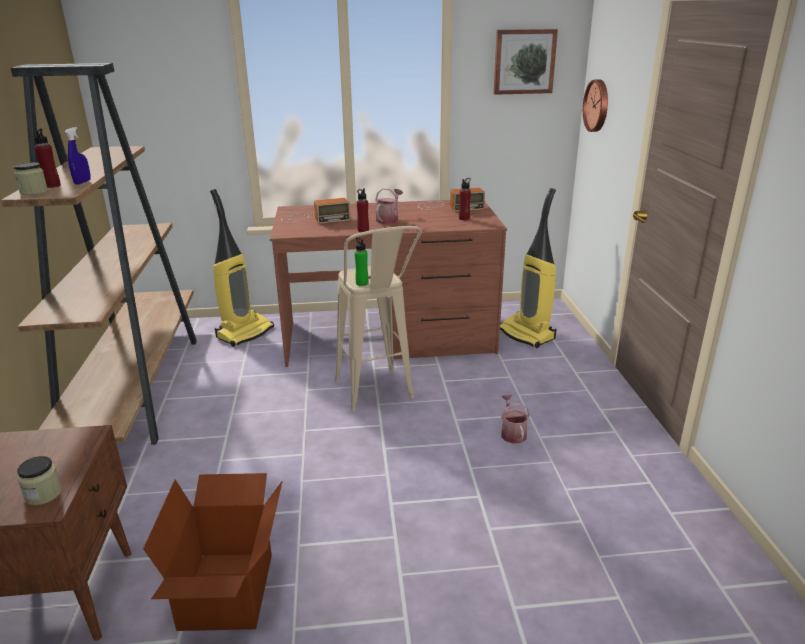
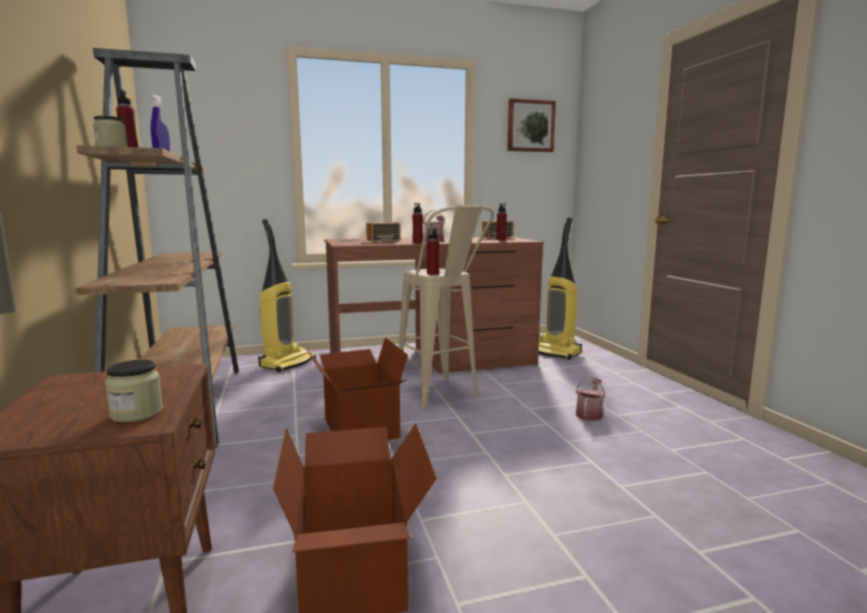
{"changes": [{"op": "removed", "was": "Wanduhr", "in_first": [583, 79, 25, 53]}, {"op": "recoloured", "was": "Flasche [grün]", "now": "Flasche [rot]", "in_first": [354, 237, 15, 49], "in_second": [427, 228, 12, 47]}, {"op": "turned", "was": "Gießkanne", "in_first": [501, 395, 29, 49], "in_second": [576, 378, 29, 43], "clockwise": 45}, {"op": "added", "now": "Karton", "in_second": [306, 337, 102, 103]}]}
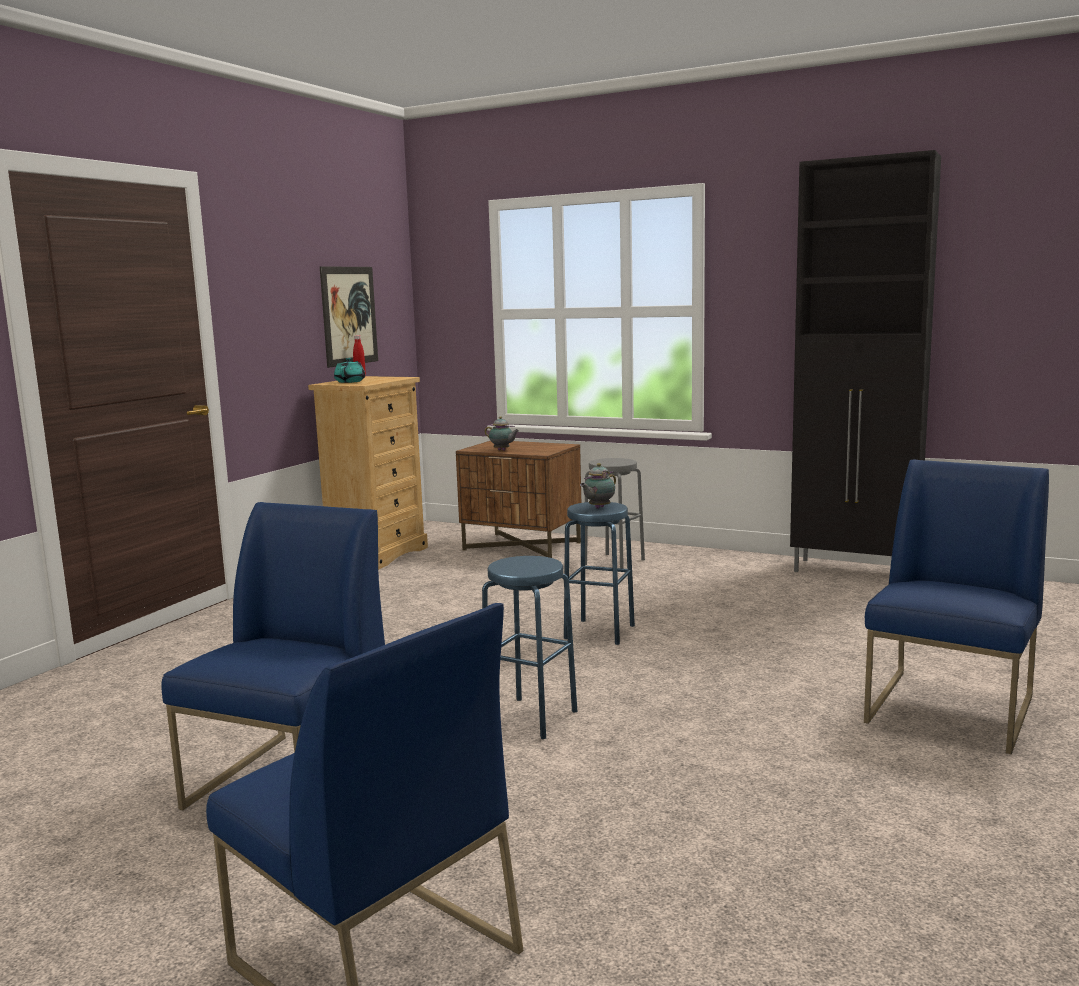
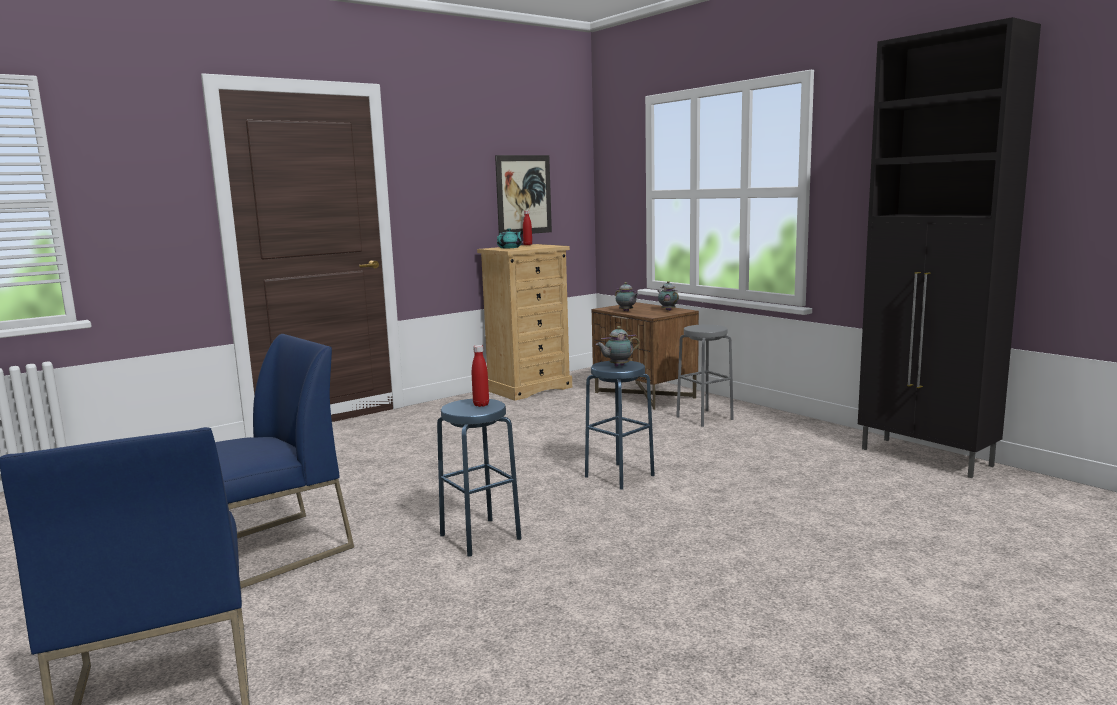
{"changes": [{"op": "removed", "was": "Stuhl [blau]", "in_first": [864, 460, 185, 294]}, {"op": "added", "now": "Teekanne", "in_second": [658, 281, 21, 30]}, {"op": "added", "now": "Flasche [rot]", "in_second": [472, 345, 17, 62]}]}
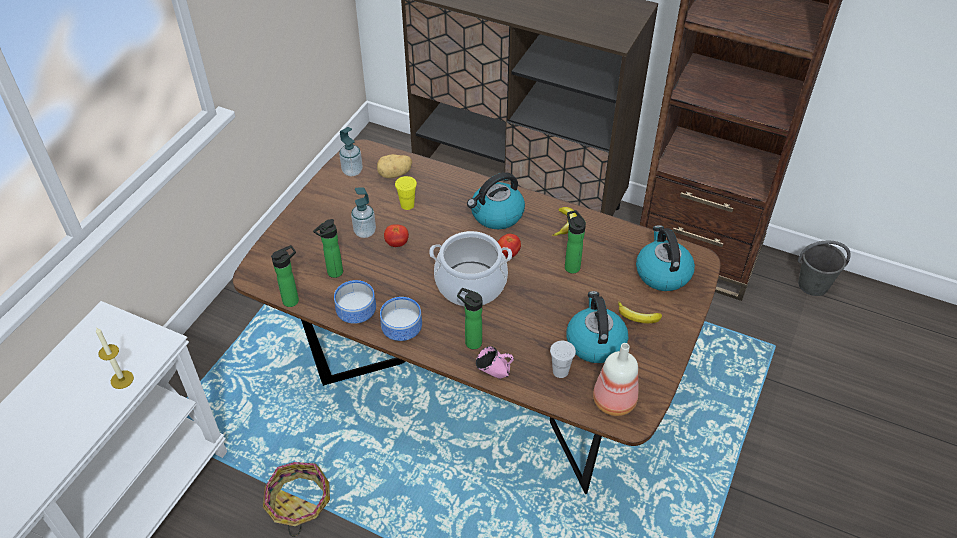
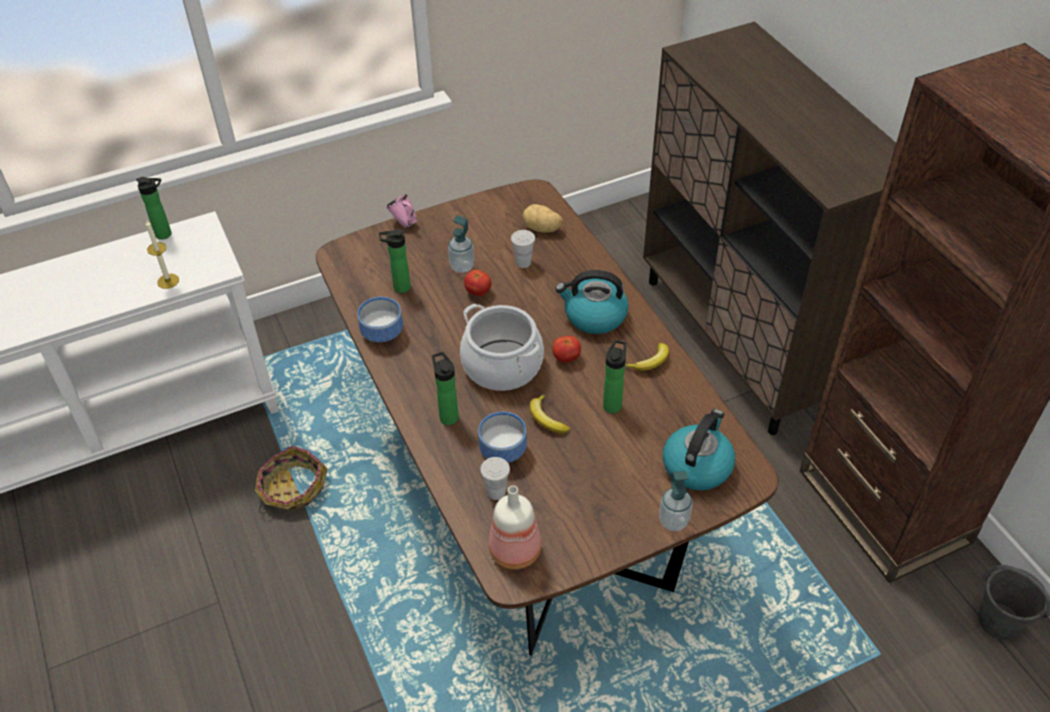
{"changes": [{"op": "moved", "was": "Seifenspender", "in_first": [339, 127, 24, 49], "in_second": [659, 471, 33, 60]}, {"op": "recoloured", "was": "Tasse [gelb]", "now": "Tasse [weiß]", "in_first": [395, 176, 22, 34], "in_second": [511, 230, 24, 38]}, {"op": "moved", "was": "Flasche", "in_first": [271, 245, 28, 62], "in_second": [136, 177, 35, 63]}, {"op": "removed", "was": "Wasserkessel", "in_first": [566, 291, 62, 72]}, {"op": "moved", "was": "Schüssel", "in_first": [380, 297, 42, 44], "in_second": [479, 412, 48, 51]}, {"op": "moved", "was": "Banane", "in_first": [618, 302, 44, 21], "in_second": [529, 394, 41, 39]}, {"op": "moved", "was": "Henkelbecher [rosa]", "in_first": [476, 346, 38, 33], "in_second": [386, 194, 31, 34]}]}
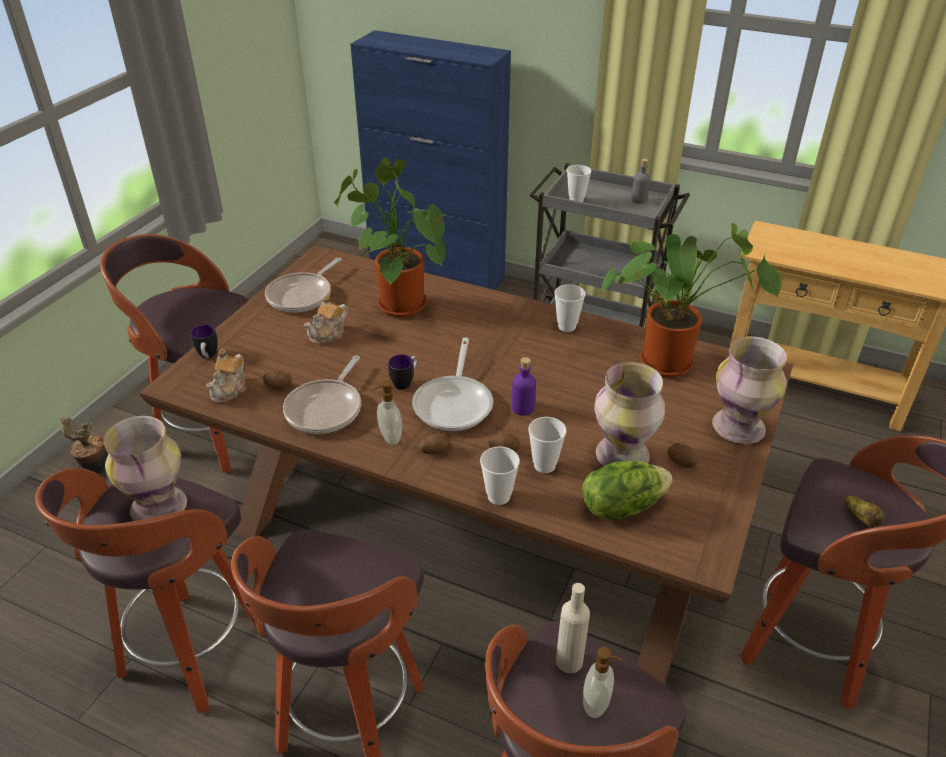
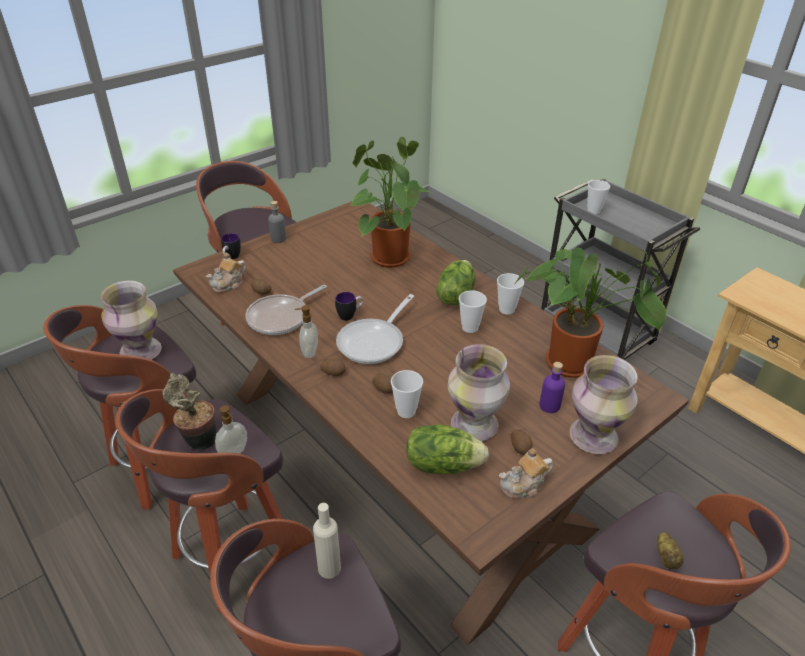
{"changes": [{"op": "removed", "was": "Schrank [blau]", "in_first": [350, 30, 161, 260]}, {"op": "moved", "was": "Flasche [grau]", "in_first": [631, 158, 20, 46], "in_second": [268, 201, 18, 42]}, {"op": "removed", "was": "Pfanne", "in_first": [265, 258, 77, 54]}, {"op": "moved", "was": "Teekanne", "in_first": [304, 296, 44, 49], "in_second": [499, 448, 54, 50]}, {"op": "moved", "was": "Flasche [lila]", "in_first": [512, 357, 24, 59], "in_second": [539, 362, 26, 51]}, {"op": "moved", "was": "Topfpflanze", "in_first": [60, 416, 48, 58], "in_second": [163, 373, 53, 77]}, {"op": "moved", "was": "Tasse", "in_first": [480, 446, 40, 59], "in_second": [459, 290, 28, 43]}, {"op": "moved", "was": "Seifenspender", "in_first": [583, 647, 39, 71], "in_second": [215, 405, 32, 49]}, {"op": "added", "now": "Salatkopf", "in_second": [436, 260, 39, 45]}]}
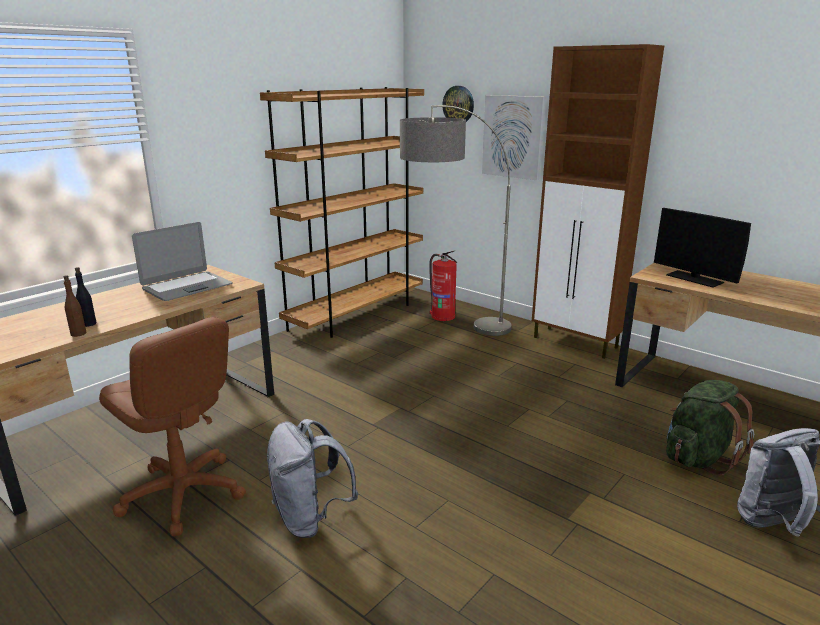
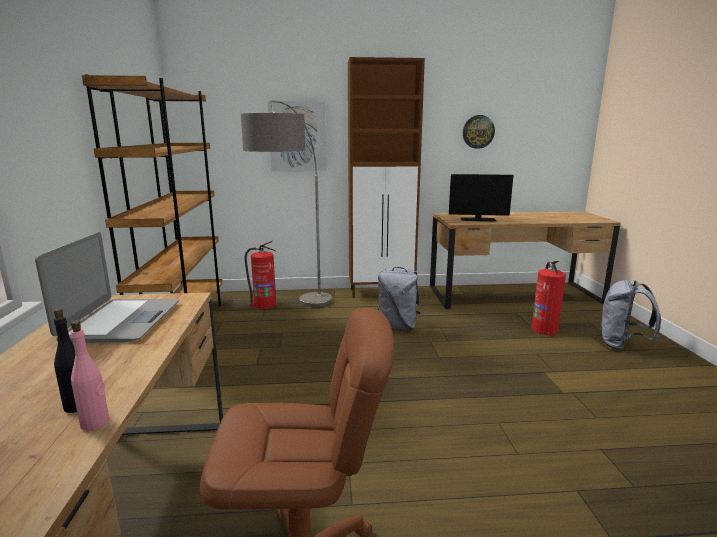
{"changes": [{"op": "moved", "was": "Wanduhr", "in_first": [442, 86, 32, 36], "in_second": [463, 115, 32, 34]}, {"op": "recoloured", "was": "Flasche [braun]", "now": "Flasche [rosa]", "in_first": [63, 275, 23, 62], "in_second": [71, 320, 39, 111]}, {"op": "replaced", "was": "Rucksack [grün]", "now": "Feuerlöscher", "in_first": [666, 380, 88, 96], "in_second": [531, 261, 35, 74]}, {"op": "moved", "was": "Rucksack [grau]", "in_first": [267, 419, 91, 119], "in_second": [378, 267, 43, 63]}]}
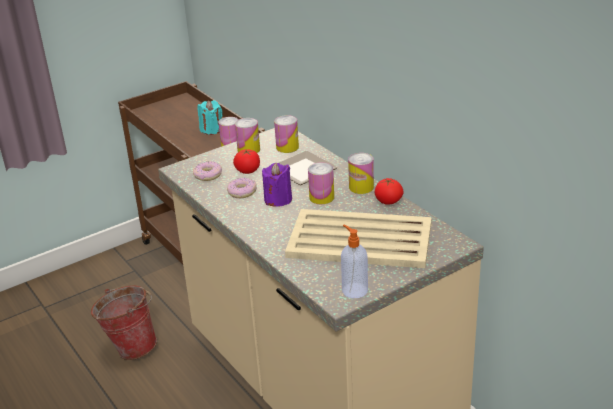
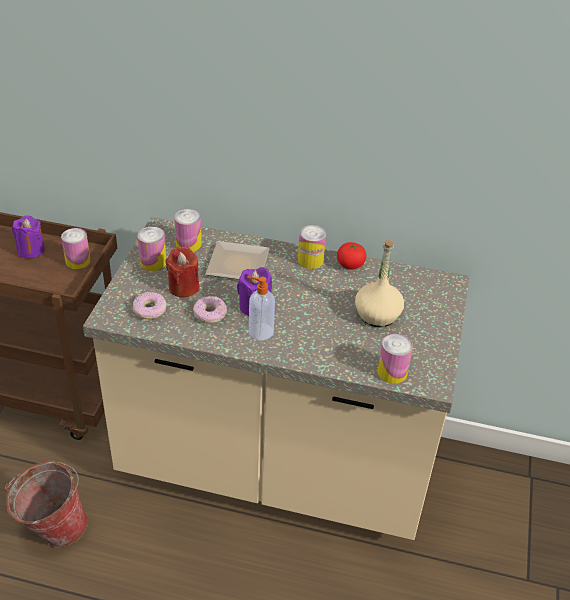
{"changes": [{"op": "recoloured", "was": "Kerze [türkis]", "now": "Kerze [lila]", "in_first": [198, 100, 24, 35], "in_second": [12, 215, 33, 44]}, {"op": "replaced", "was": "Tomate", "now": "Kerze [rot]", "in_first": [233, 149, 27, 25], "in_second": [166, 246, 33, 51]}, {"op": "moved", "was": "Dose", "in_first": [308, 162, 26, 42], "in_second": [378, 334, 35, 50]}, {"op": "replaced", "was": "Tablett [beige]", "now": "Flasche [beige]", "in_first": [285, 209, 147, 59], "in_second": [355, 240, 49, 87]}, {"op": "moved", "was": "Seifenspender", "in_first": [341, 225, 27, 73], "in_second": [247, 276, 28, 64]}]}
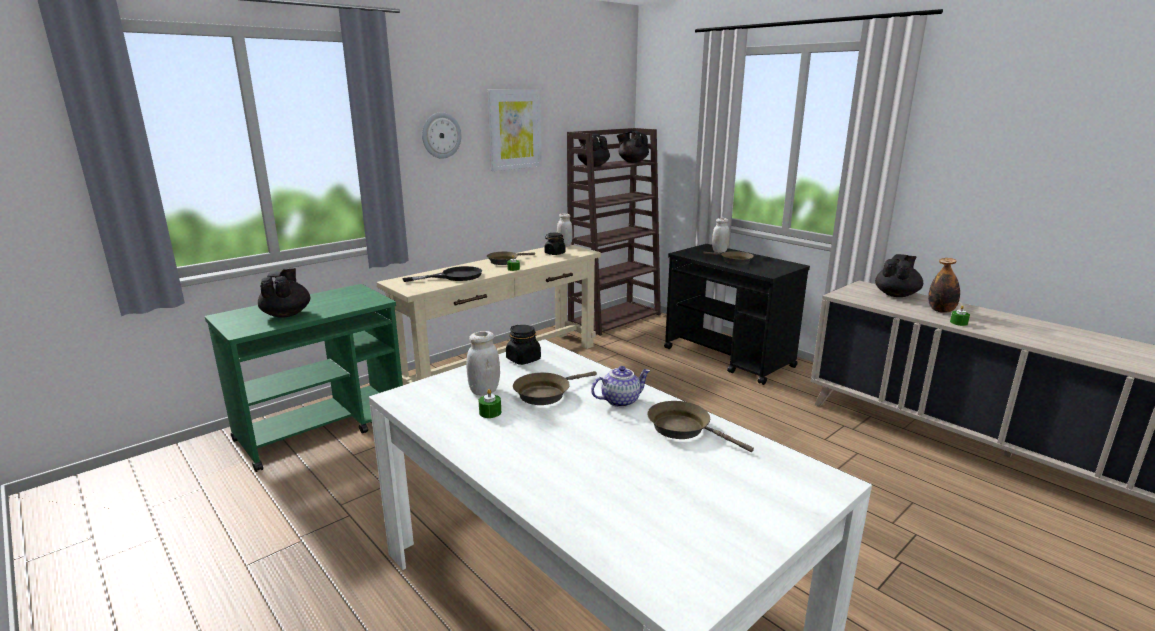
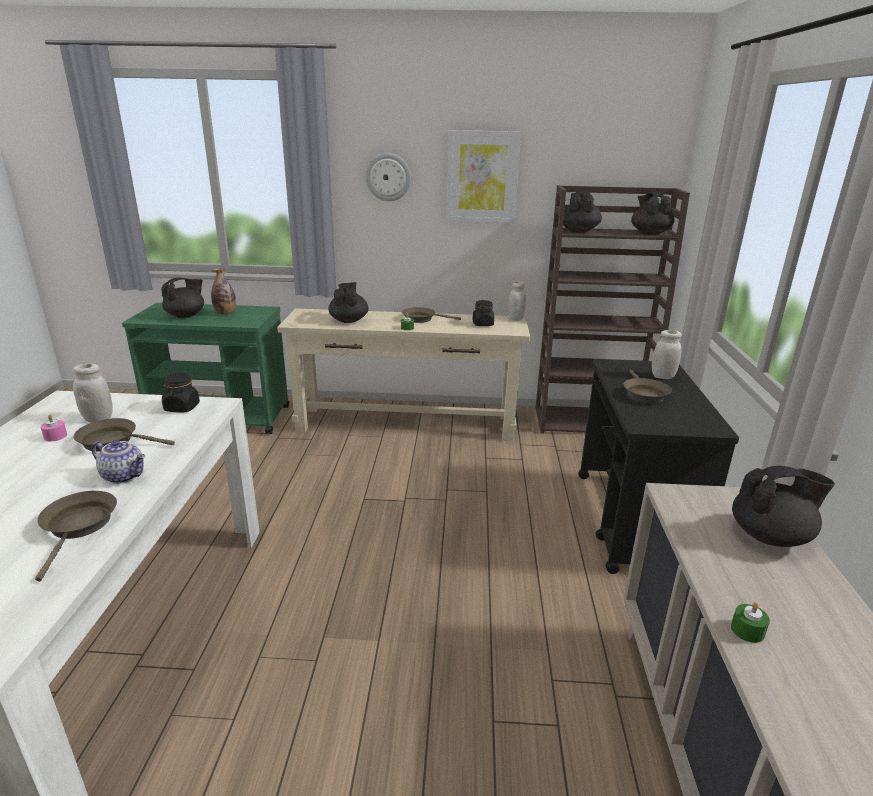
{"changes": [{"op": "moved", "was": "Flasche", "in_first": [928, 258, 32, 55], "in_second": [211, 268, 25, 46]}, {"op": "replaced", "was": "Pfanne [schwarz]", "now": "Teekanne [schwarz]", "in_first": [402, 266, 80, 16], "in_second": [329, 282, 40, 41]}, {"op": "recoloured", "was": "Kerze [grün]", "now": "Kerze [rosa]", "in_first": [479, 389, 22, 29], "in_second": [40, 415, 27, 27]}]}
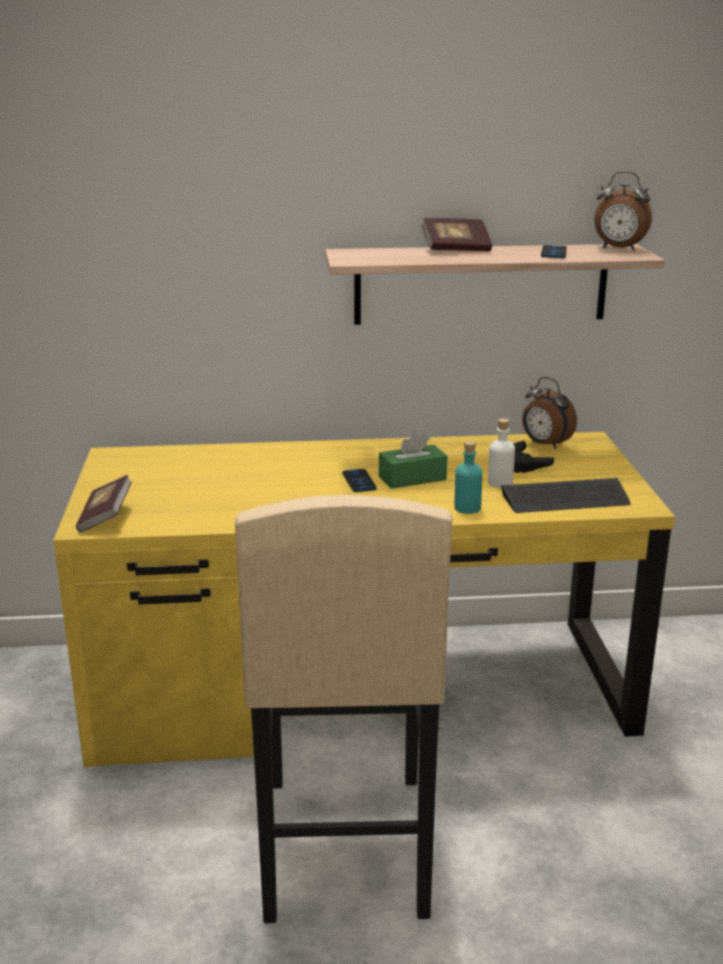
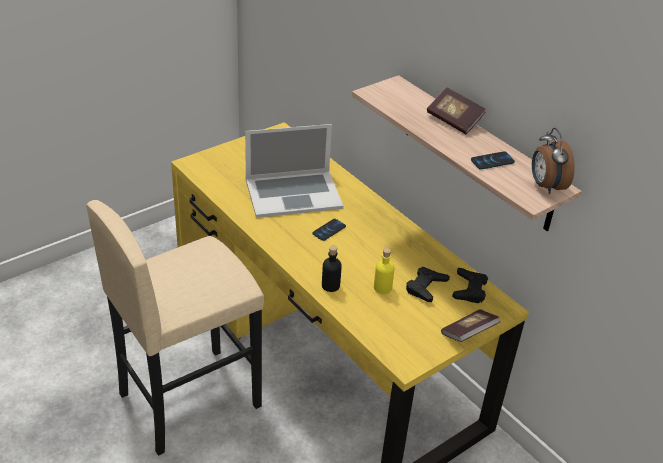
{"changes": [{"op": "replaced", "was": "Wecker", "now": "Gamepad [schwarz]", "in_first": [522, 377, 55, 72], "in_second": [452, 268, 36, 35]}, {"op": "recoloured", "was": "Flasche [weiß]", "now": "Flasche [gelb]", "in_first": [488, 418, 27, 70], "in_second": [374, 248, 21, 46]}, {"op": "removed", "was": "Taschentuchbox [grün]", "in_first": [379, 430, 68, 59]}, {"op": "recoloured", "was": "Flasche [türkis]", "now": "Flasche [schwarz]", "in_first": [454, 441, 28, 73], "in_second": [322, 246, 20, 46]}, {"op": "moved", "was": "Buch", "in_first": [76, 475, 56, 57], "in_second": [441, 309, 59, 33]}, {"op": "removed", "was": "Tastatur", "in_first": [501, 478, 129, 35]}, {"op": "added", "now": "Laptop", "in_second": [245, 124, 98, 94]}]}
